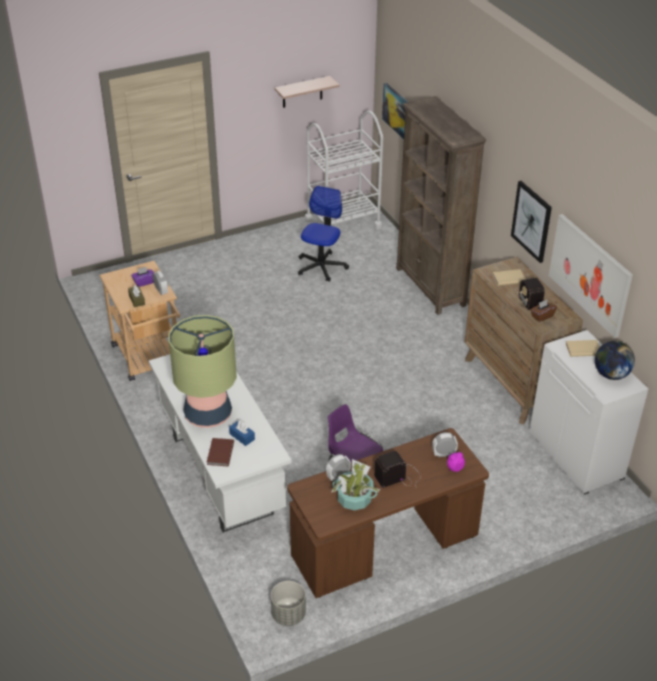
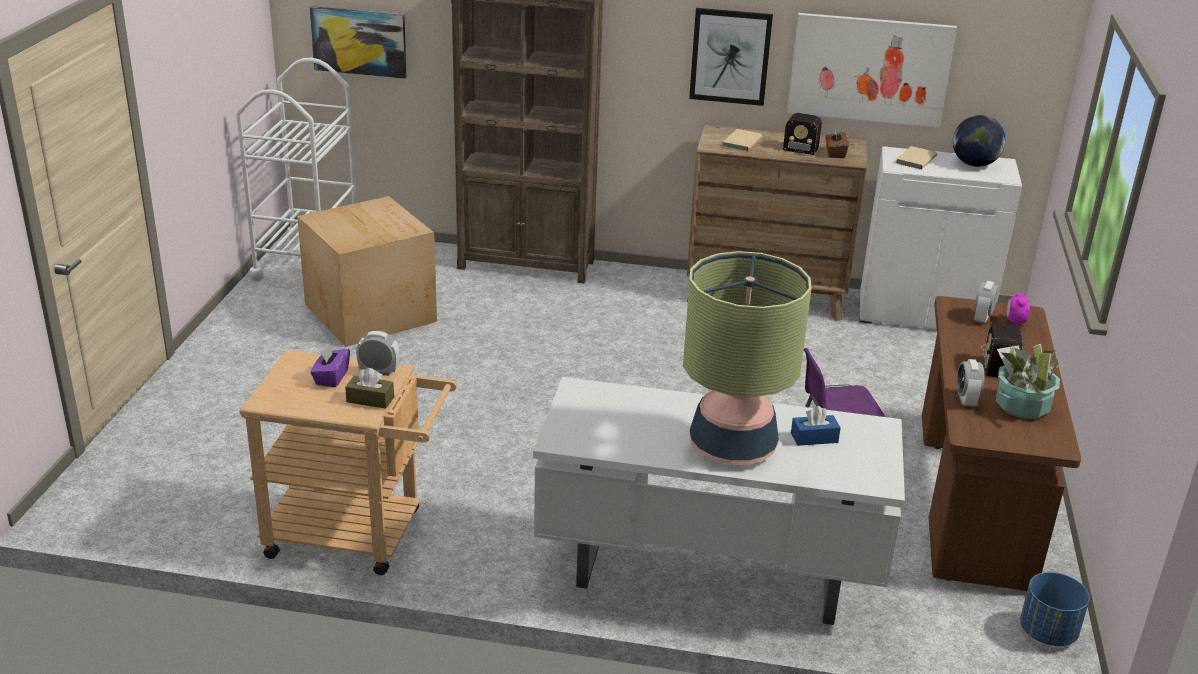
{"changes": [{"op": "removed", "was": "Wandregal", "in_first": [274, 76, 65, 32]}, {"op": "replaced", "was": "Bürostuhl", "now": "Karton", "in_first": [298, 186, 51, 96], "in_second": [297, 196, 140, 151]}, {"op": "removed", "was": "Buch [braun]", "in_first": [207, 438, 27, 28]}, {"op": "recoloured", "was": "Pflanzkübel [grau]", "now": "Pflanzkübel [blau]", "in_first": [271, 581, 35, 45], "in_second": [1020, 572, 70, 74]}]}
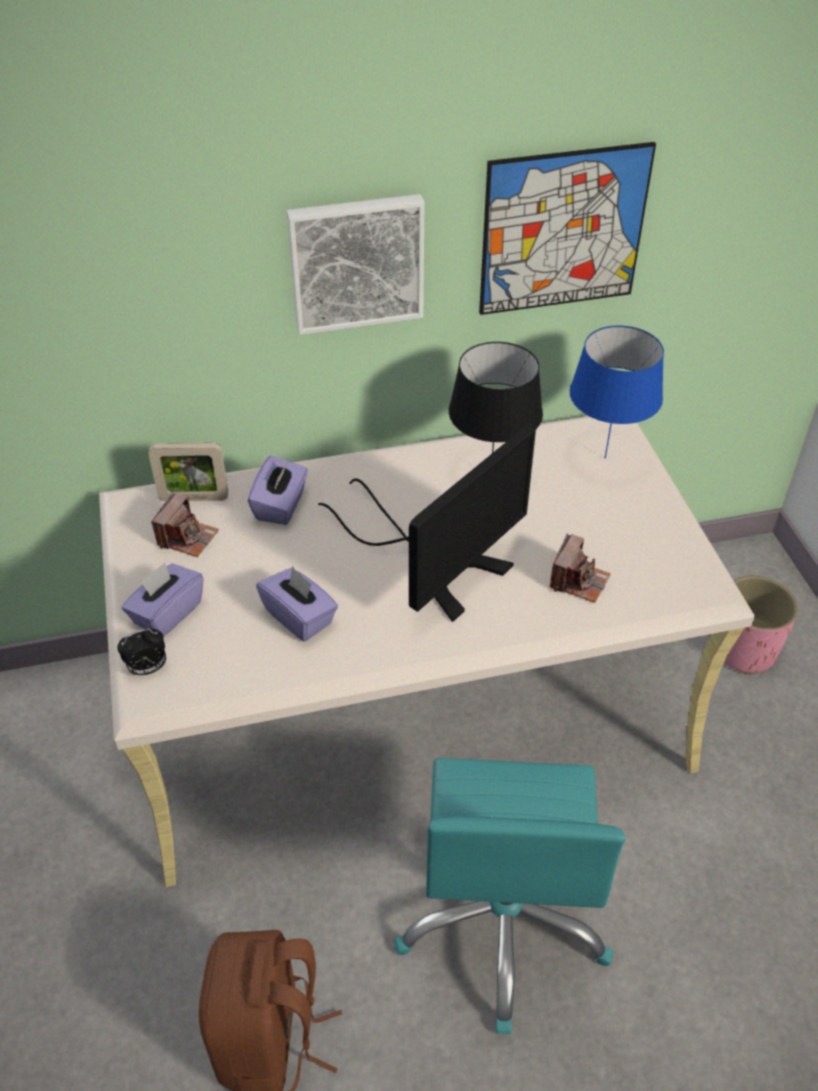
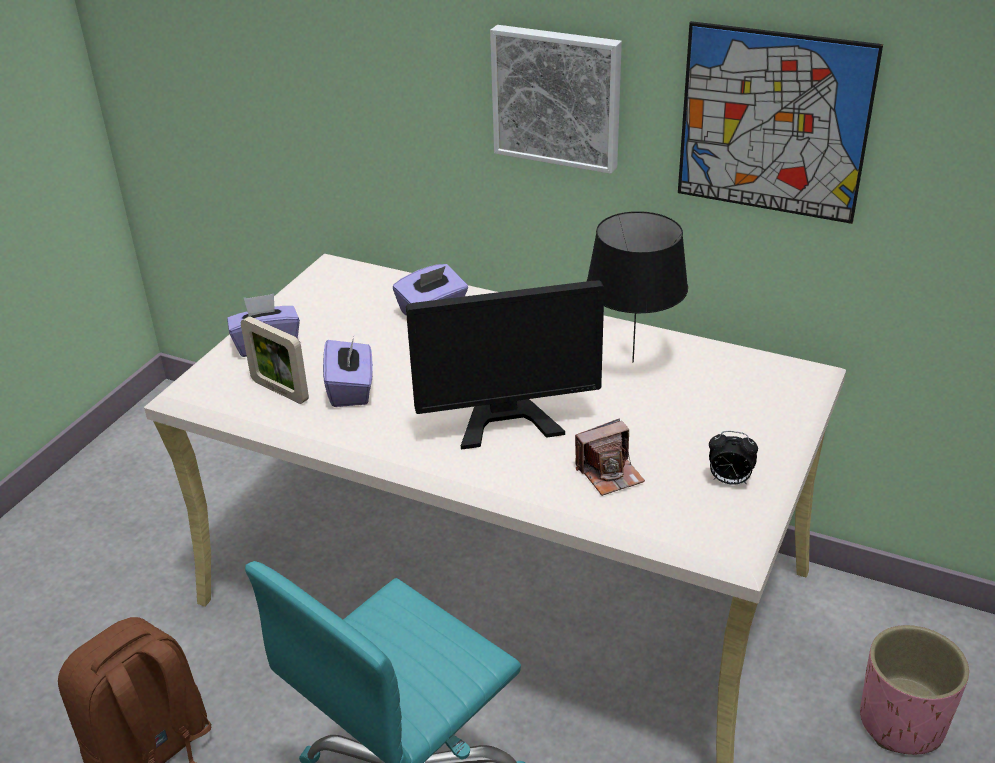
{"changes": [{"op": "removed", "was": "Tischlampe [blau]", "in_first": [570, 325, 94, 134]}, {"op": "moved", "was": "Bilderrahmen", "in_first": [148, 443, 80, 58], "in_second": [241, 316, 68, 88]}, {"op": "removed", "was": "Kamera", "in_first": [151, 492, 68, 65]}, {"op": "moved", "was": "Wecker", "in_first": [117, 629, 49, 46], "in_second": [709, 431, 49, 54]}]}
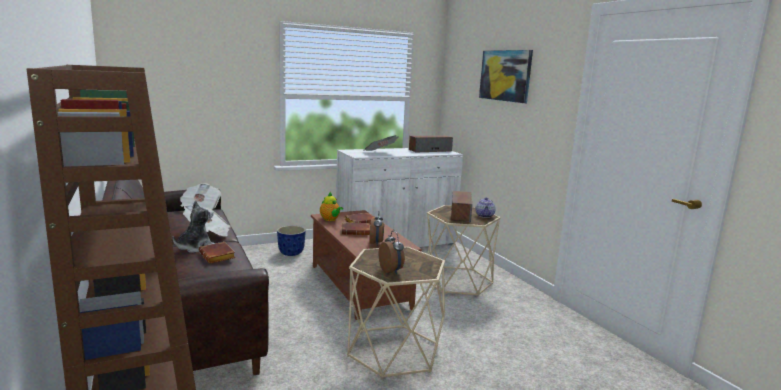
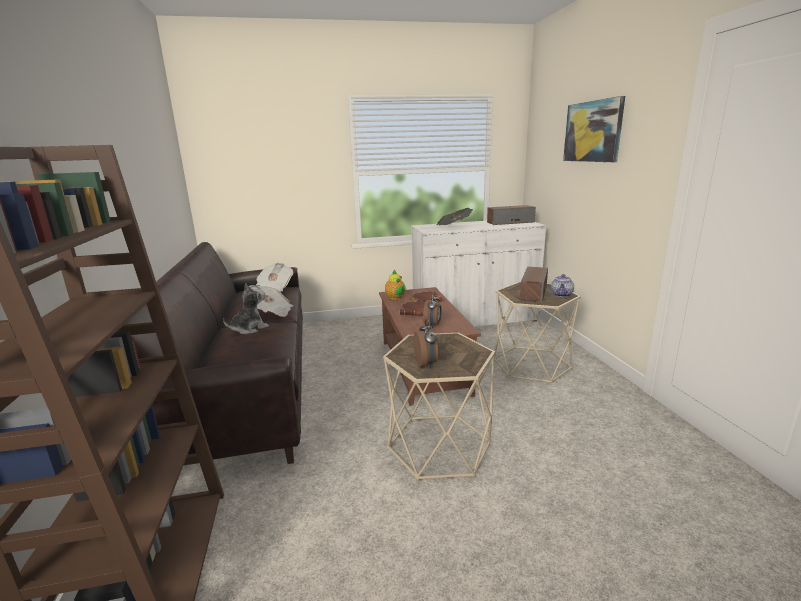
{"changes": [{"op": "removed", "was": "Pflanzkübel", "in_first": [277, 226, 29, 30]}, {"op": "removed", "was": "Buch [braun]", "in_first": [198, 242, 38, 22]}]}
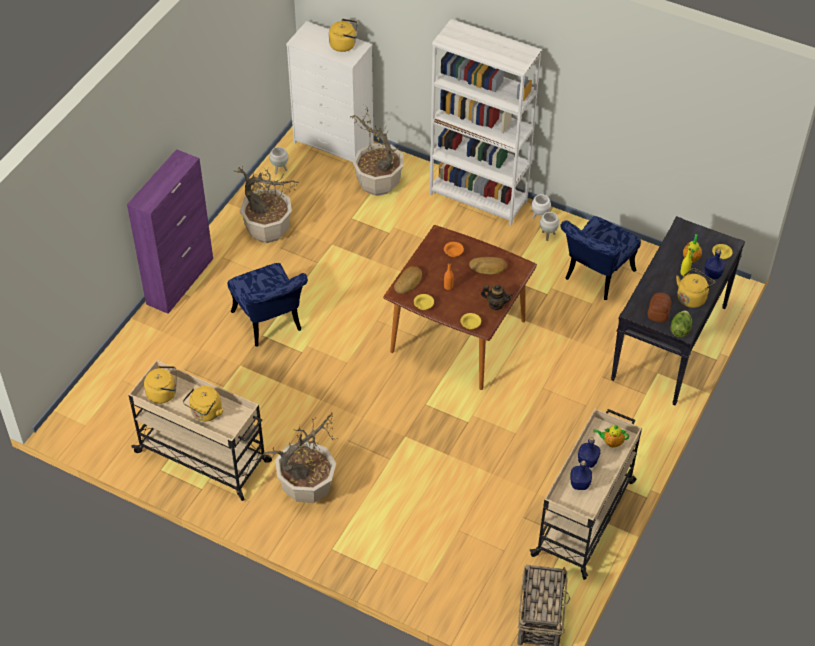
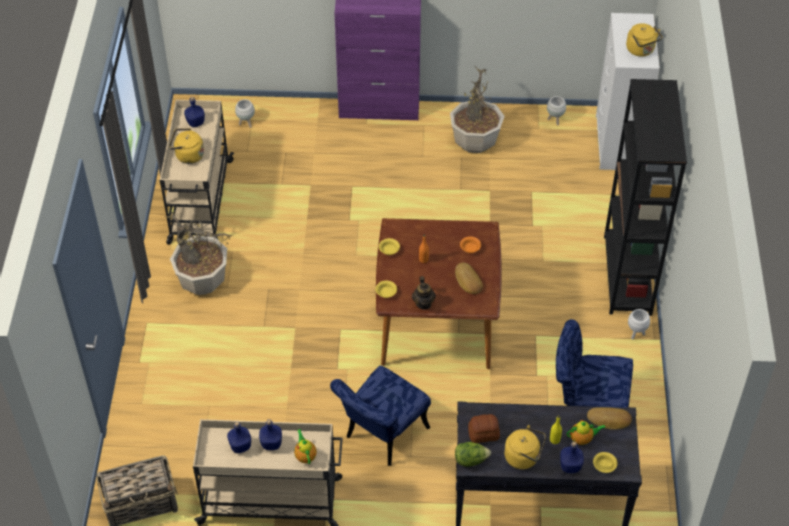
{"changes": [{"op": "recoloured", "was": "Bücherregal [weiß]", "now": "Bücherregal [schwarz]", "in_first": [429, 19, 113, 206], "in_second": [604, 79, 83, 237]}, {"op": "removed", "was": "Topfpflanze", "in_first": [350, 106, 54, 90]}, {"op": "moved", "was": "Pflanzkübel [weiß]", "in_first": [540, 212, 19, 29], "in_second": [235, 99, 20, 29]}, {"op": "moved", "was": "Stuhl [blau]", "in_first": [228, 263, 80, 84], "in_second": [330, 365, 101, 101]}, {"op": "moved", "was": "Brot", "in_first": [394, 266, 28, 27], "in_second": [587, 407, 45, 23]}, {"op": "replaced", "was": "Wasserkessel [gelb]", "now": "Flasche [blau]", "in_first": [144, 365, 32, 39], "in_second": [184, 97, 21, 30]}]}
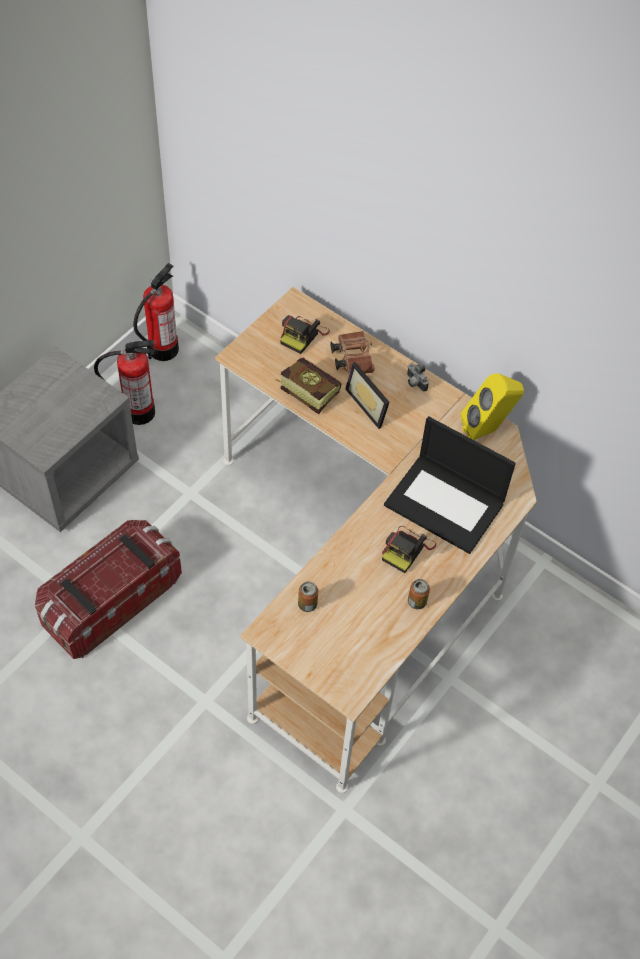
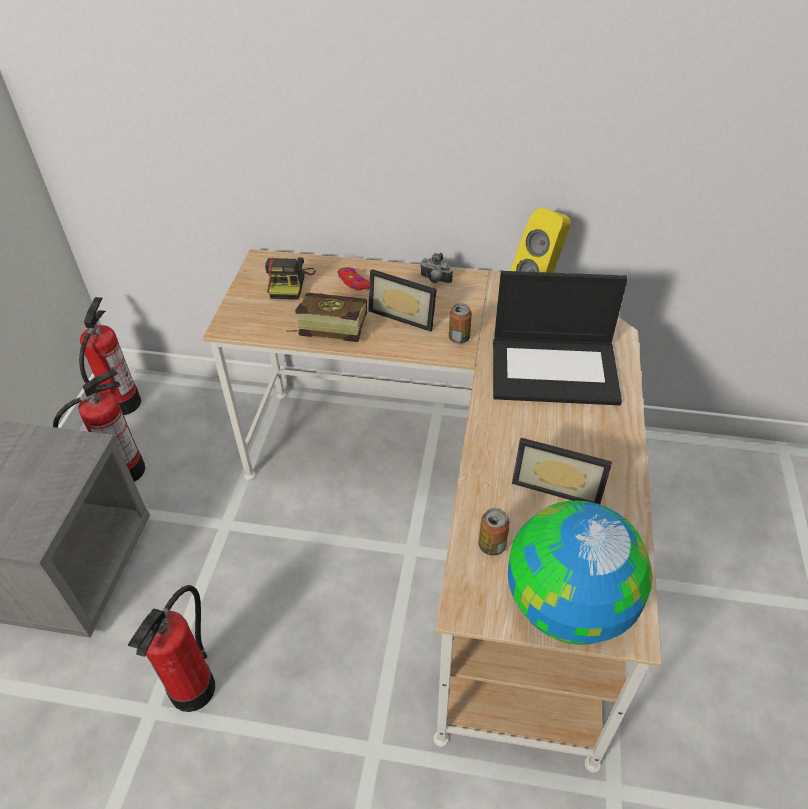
{"changes": [{"op": "replaced", "was": "Fernglas [braun]", "now": "Gamepad [rot]", "in_first": [331, 331, 44, 44], "in_second": [338, 267, 32, 24]}, {"op": "replaced", "was": "Aufbewahrungsbox", "now": "Feuerlöscher", "in_first": [35, 520, 147, 139], "in_second": [127, 585, 88, 127]}, {"op": "removed", "was": "Kamera", "in_first": [382, 526, 54, 47]}, {"op": "moved", "was": "Dose", "in_first": [408, 579, 22, 30], "in_second": [449, 303, 23, 40]}, {"op": "added", "now": "Bilderrahmen", "in_second": [512, 438, 100, 66]}, {"op": "added", "now": "Globus", "in_second": [508, 500, 145, 145]}]}
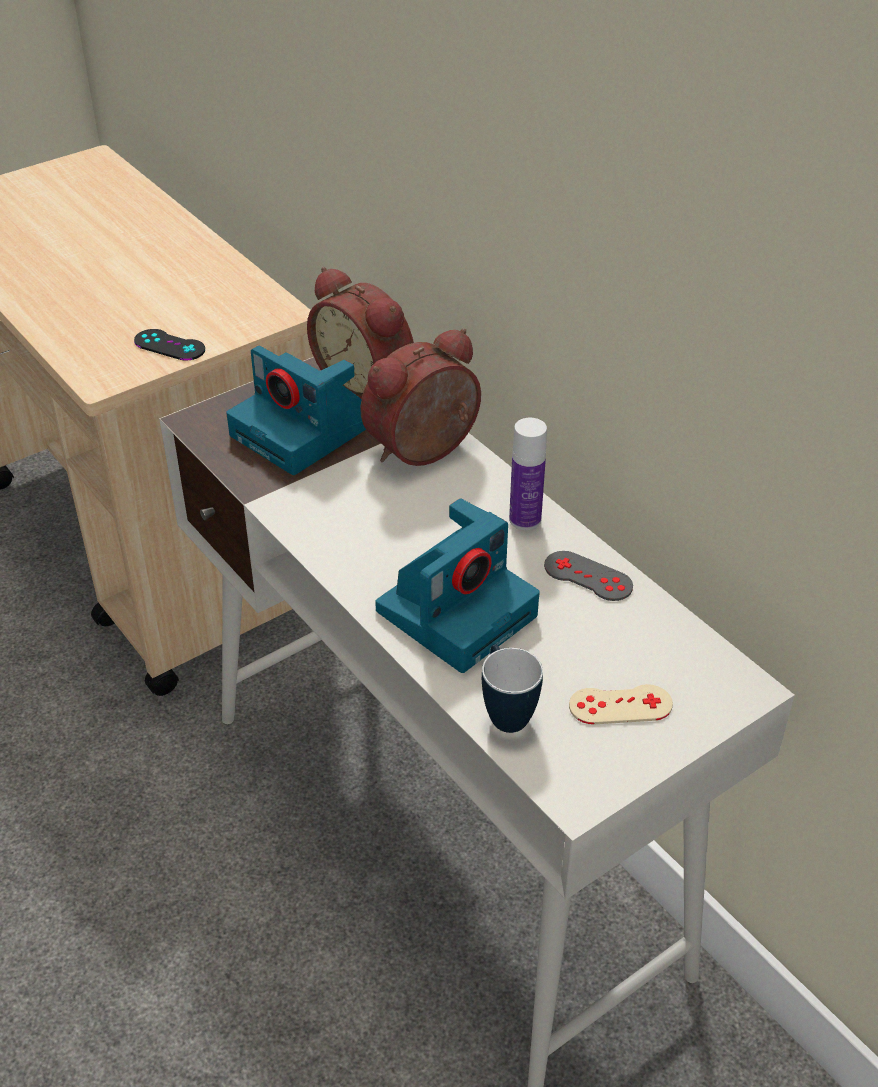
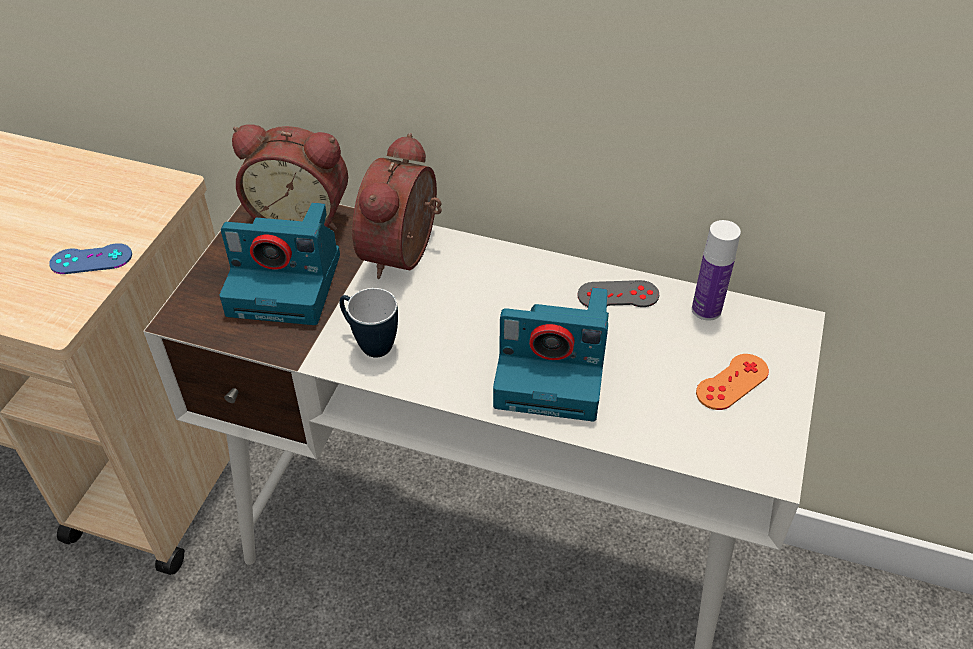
{"changes": [{"op": "recoloured", "was": "Gamepad [schwarz]", "now": "Gamepad [blau]", "in_first": [134, 329, 71, 31], "in_second": [49, 243, 83, 31]}, {"op": "moved", "was": "Flasche", "in_first": [509, 418, 38, 112], "in_second": [692, 220, 49, 101]}, {"op": "turned", "was": "Kamera", "in_first": [375, 498, 165, 175], "in_second": [493, 288, 116, 133], "clockwise": 90}, {"op": "moved", "was": "Henkelbecher", "in_first": [482, 644, 61, 89], "in_second": [339, 288, 59, 70]}, {"op": "recoloured", "was": "Gamepad [beige]", "now": "Gamepad [orange]", "in_first": [569, 684, 104, 40], "in_second": [696, 354, 73, 56]}]}
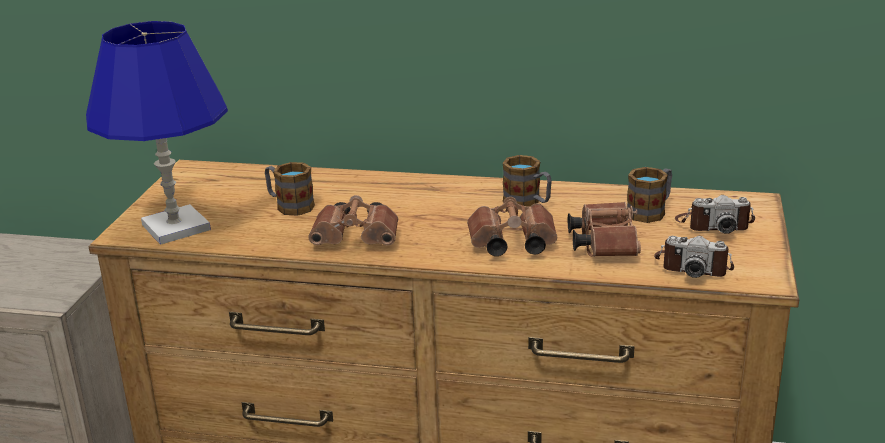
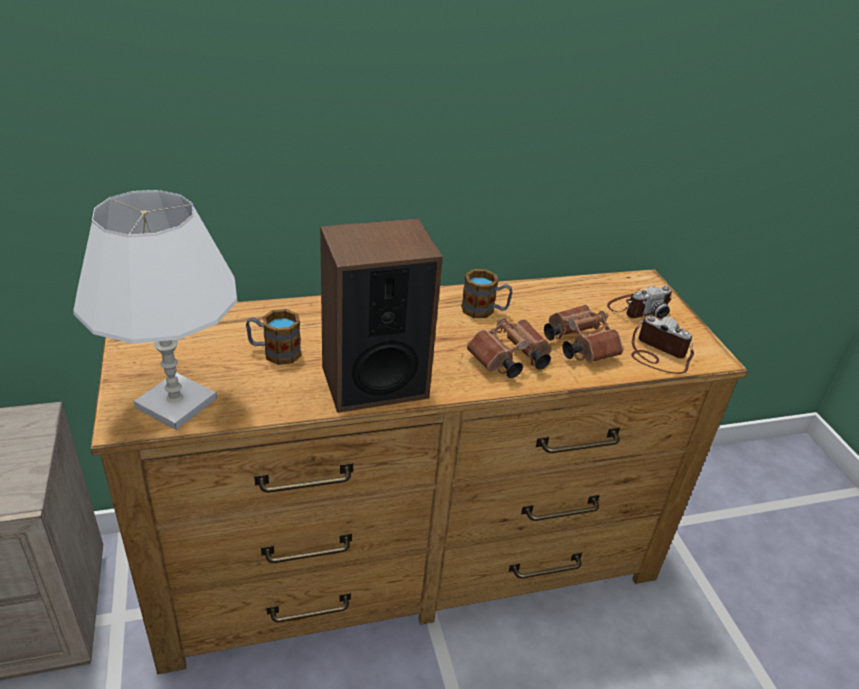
{"changes": [{"op": "recoloured", "was": "Tischlampe [blau]", "now": "Tischlampe [weiß]", "in_first": [86, 21, 142, 224], "in_second": [73, 190, 164, 240]}, {"op": "removed", "was": "Henkelbecher", "in_first": [627, 167, 45, 56]}, {"op": "replaced", "was": "Fernglas [braun]", "now": "Lautsprecher", "in_first": [308, 195, 90, 50], "in_second": [320, 218, 123, 195]}, {"op": "turned", "was": "Kamera", "in_first": [654, 236, 80, 42], "in_second": [631, 316, 63, 58], "clockwise": -135}]}
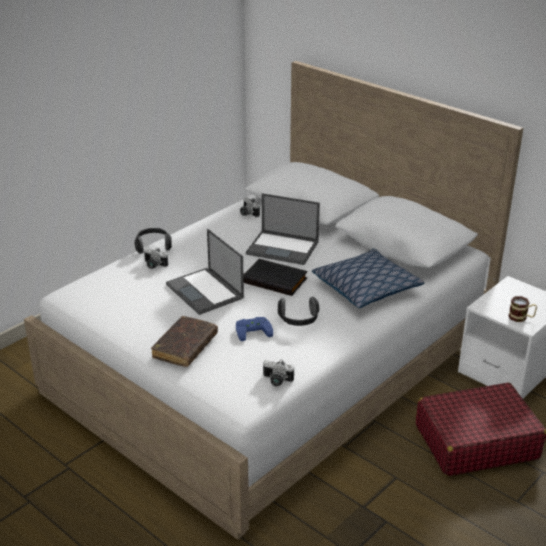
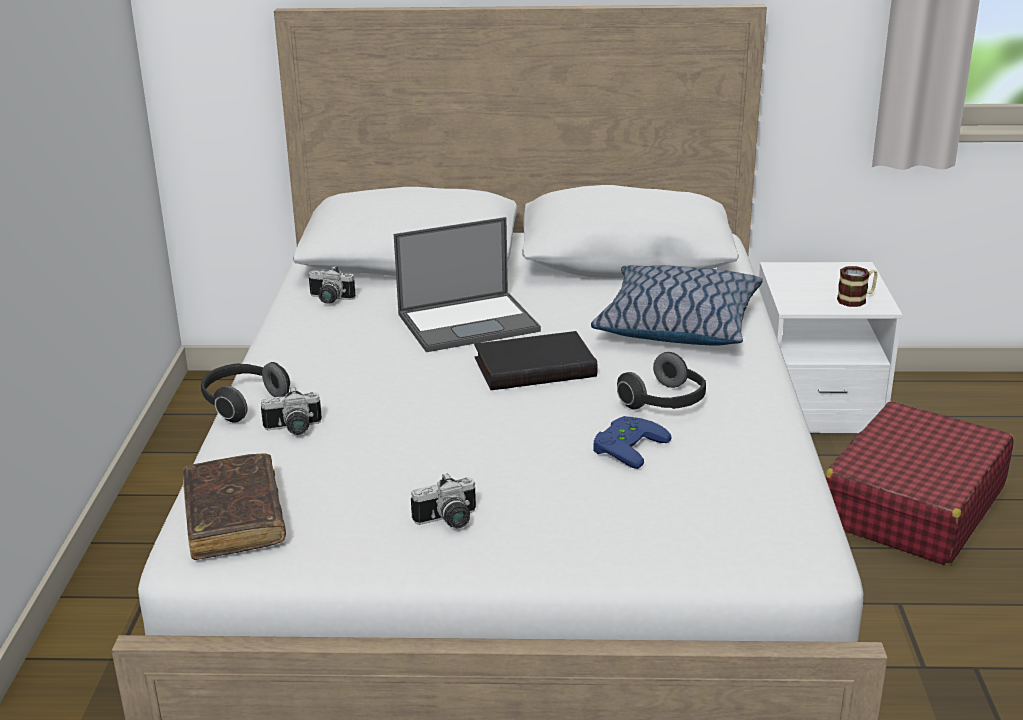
{"changes": [{"op": "removed", "was": "Laptop", "in_first": [166, 229, 78, 86]}, {"op": "moved", "was": "Buch [braun]", "in_first": [151, 316, 67, 51], "in_second": [183, 453, 103, 107]}, {"op": "moved", "was": "Kamera", "in_first": [263, 359, 31, 28], "in_second": [411, 473, 65, 55]}]}
